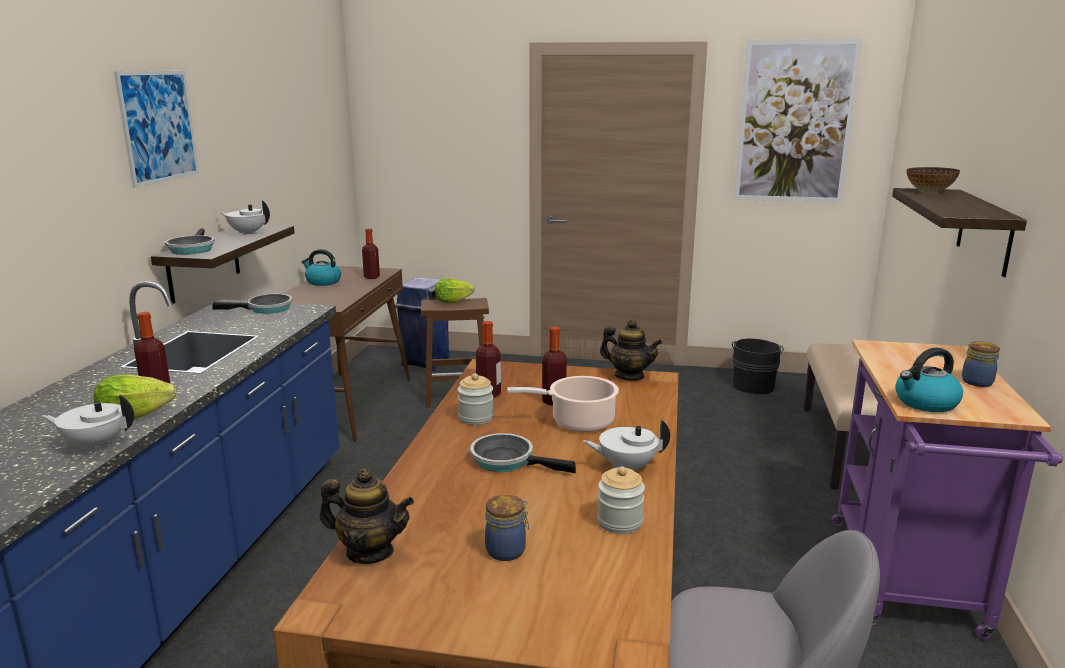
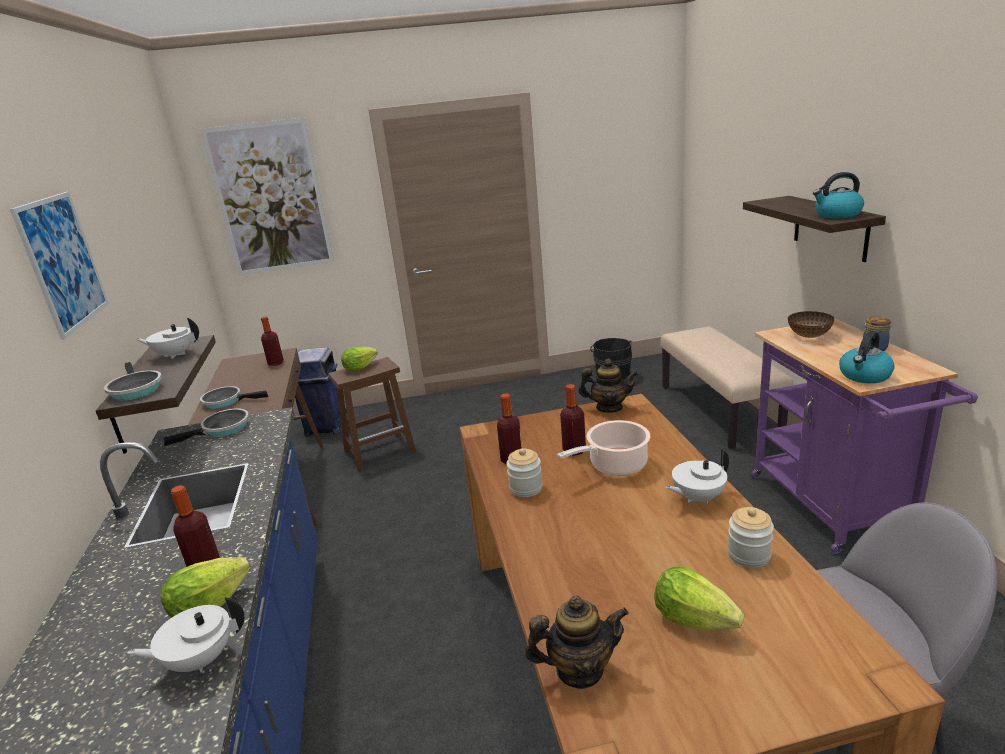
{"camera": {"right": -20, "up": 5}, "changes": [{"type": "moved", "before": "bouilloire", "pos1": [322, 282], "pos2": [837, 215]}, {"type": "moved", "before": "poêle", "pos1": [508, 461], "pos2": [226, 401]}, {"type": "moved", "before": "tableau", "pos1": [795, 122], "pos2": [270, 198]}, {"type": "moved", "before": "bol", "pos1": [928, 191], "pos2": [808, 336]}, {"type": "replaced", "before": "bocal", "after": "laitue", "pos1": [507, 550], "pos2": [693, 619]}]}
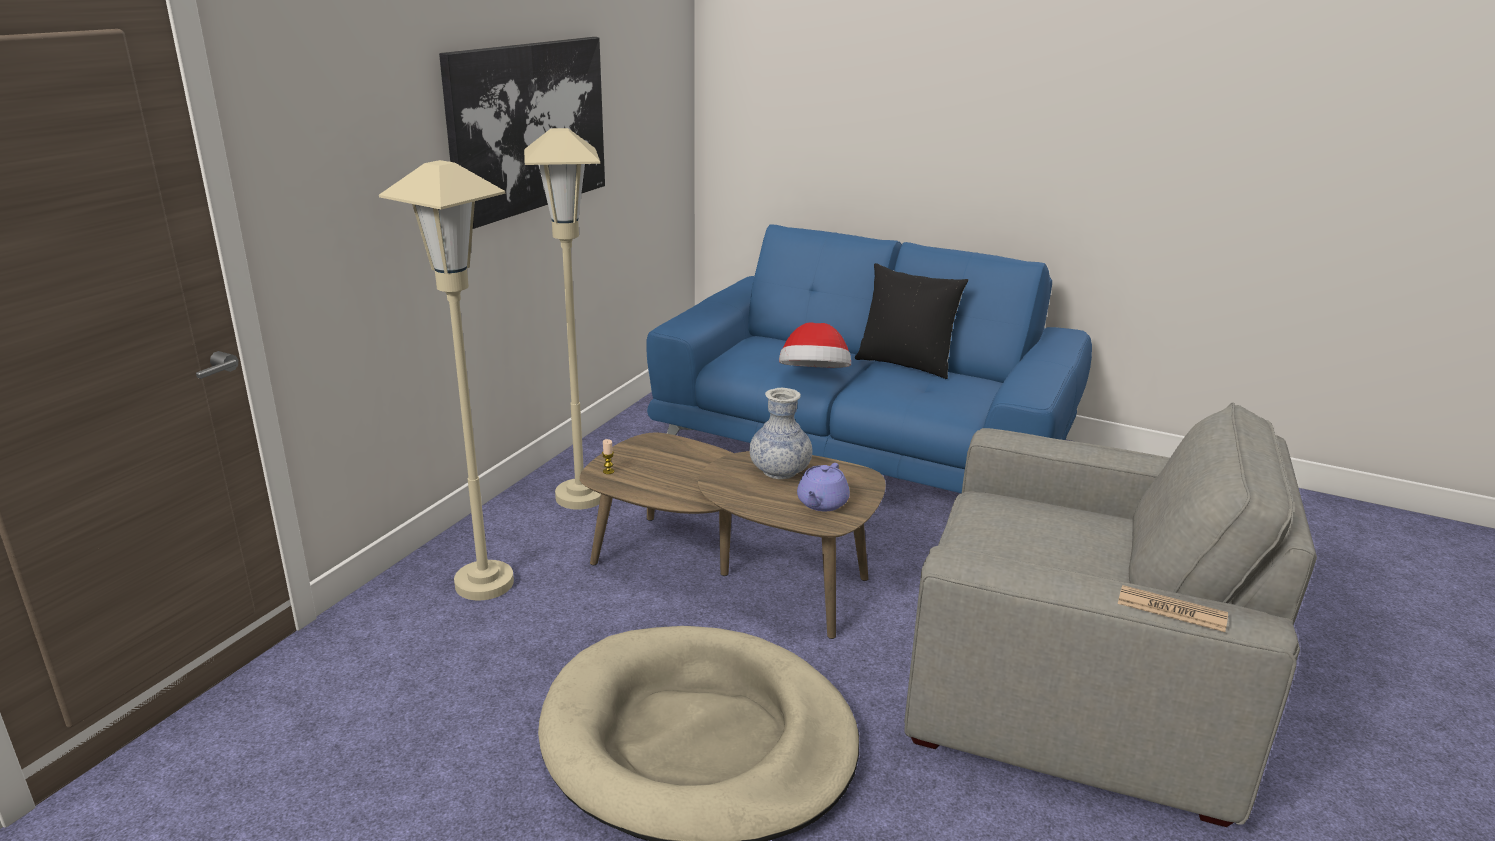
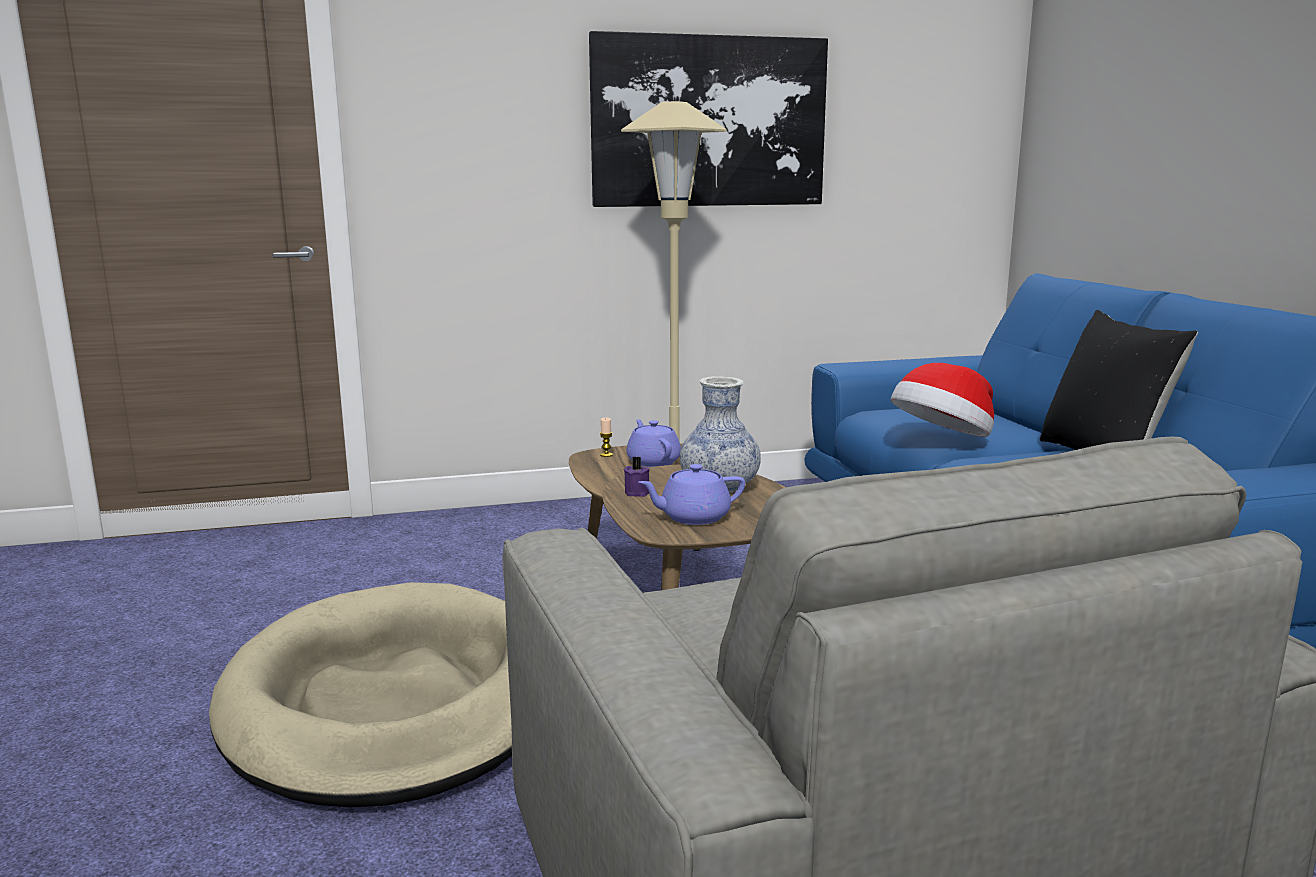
{"camera": {"right": 50, "up": -10}, "changes": [{"type": "removed", "before": "lampadaire [beige]", "pos1": [484, 583]}, {"type": "removed", "before": "journal", "pos1": [1171, 610]}, {"type": "added", "after": "bougie [violet]", "pos2": [638, 492]}, {"type": "added", "after": "théière [violet]", "pos2": [653, 462]}]}
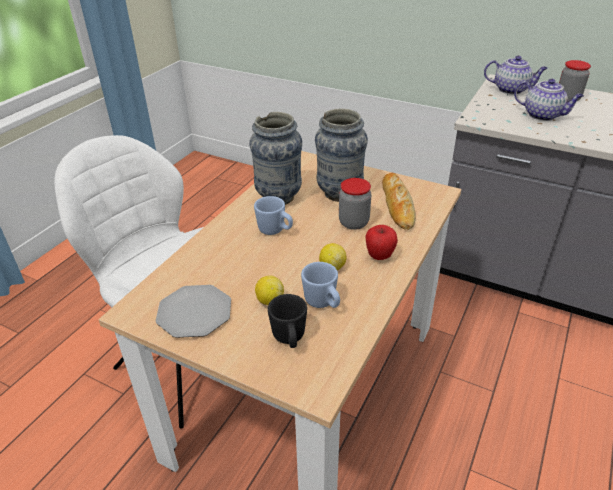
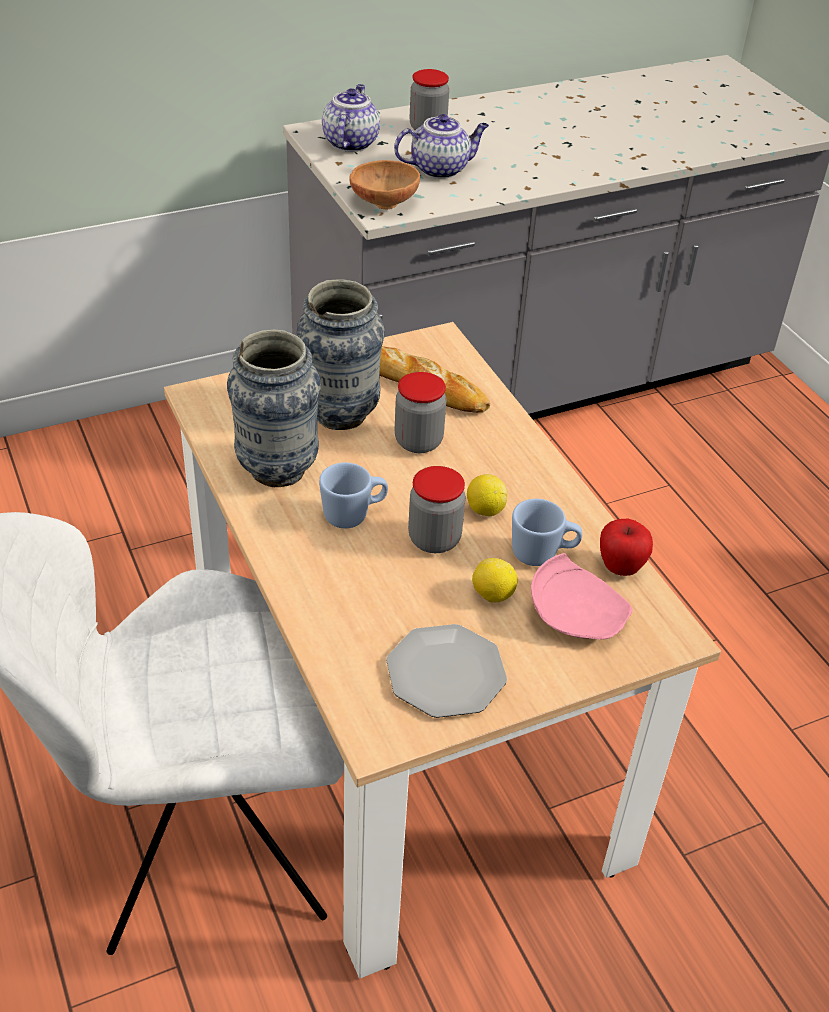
{"camera": {"right": -55, "up": 5}, "changes": [{"type": "added", "after": "bol [marron]", "pos2": [383, 202]}, {"type": "added", "after": "bocal", "pos2": [434, 539]}, {"type": "moved", "before": "pomme", "pos1": [379, 256], "pos2": [620, 567]}, {"type": "replaced", "before": "mug [noir]", "after": "assiette [rose]", "pos1": [289, 339], "pos2": [576, 614]}, {"type": "turned", "before": "théière", "pos1": [511, 90], "pos2": [350, 142], "turn": -45}]}
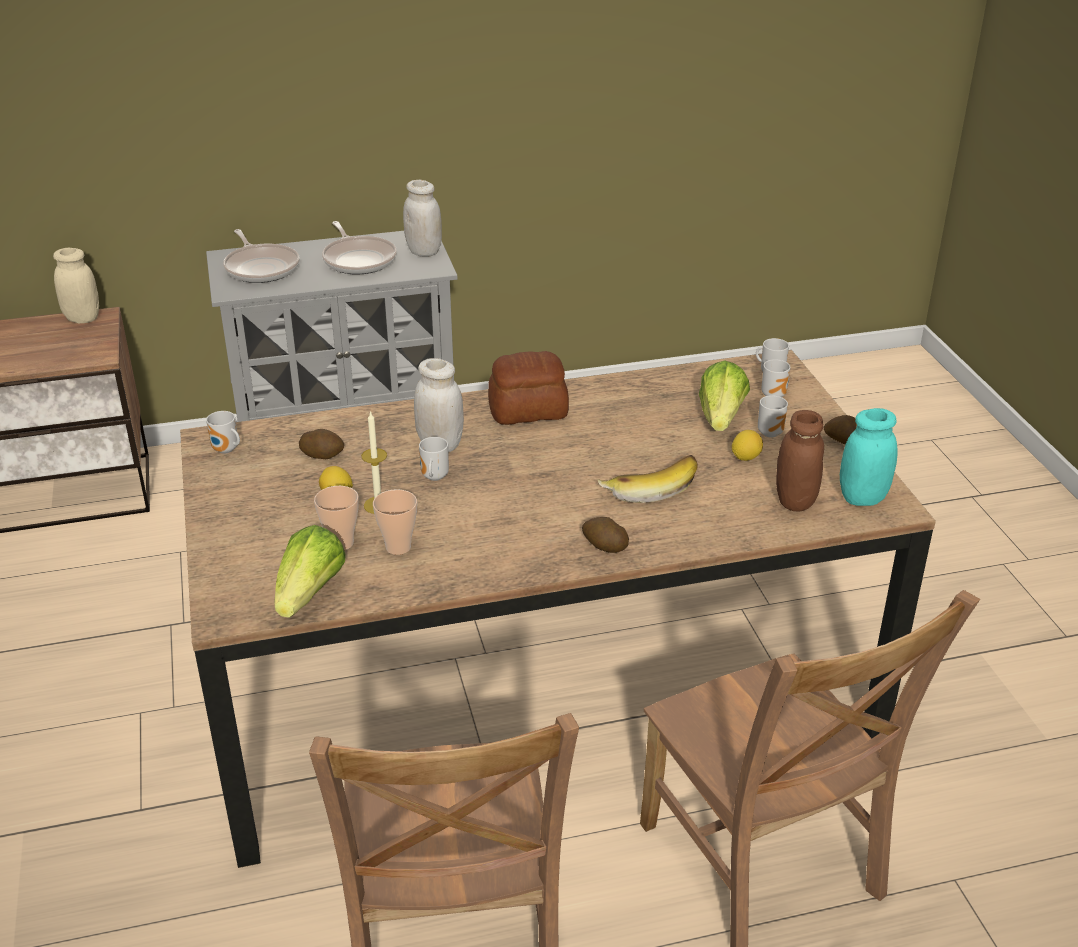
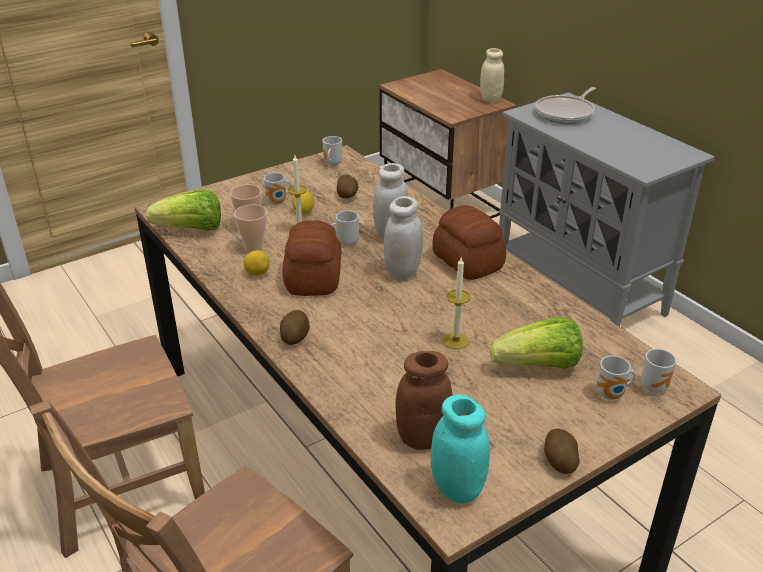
{"camera": {"right": 70, "up": 0}, "changes": [{"type": "removed", "before": "poêle", "pos1": [359, 259]}, {"type": "removed", "before": "banane", "pos1": [649, 487]}, {"type": "added", "after": "pain", "pos2": [312, 278]}, {"type": "added", "after": "bougie", "pos2": [455, 340]}, {"type": "moved", "before": "bocal [blanc]", "pos1": [424, 252], "pos2": [403, 272]}, {"type": "moved", "before": "citron", "pos1": [745, 457], "pos2": [257, 273]}, {"type": "moved", "before": "mug", "pos1": [771, 432], "pos2": [278, 202]}]}
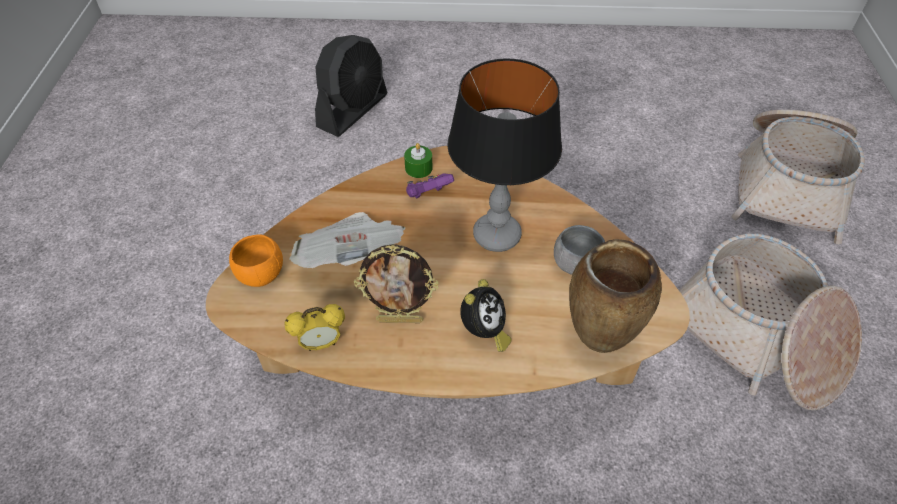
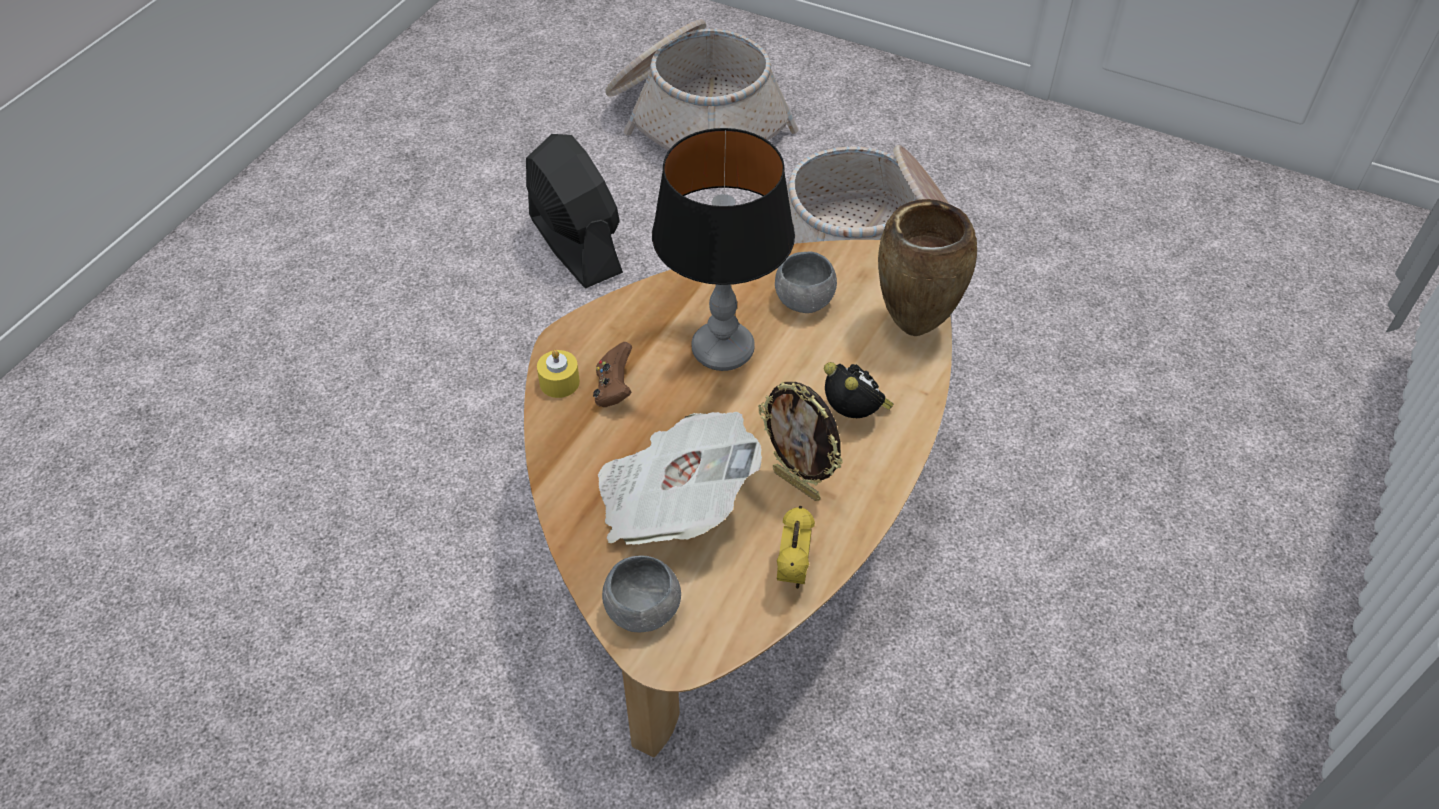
{"camera": {"right": -65, "up": 0}, "changes": [{"type": "moved", "before": "ventilateur [noir]", "pos1": [353, 110], "pos2": [575, 244]}, {"type": "recoloured", "before": "bol [orange]", "after": "bol [gris]", "pos1": [261, 274], "pos2": [642, 610]}, {"type": "recoloured", "before": "bougie [vert]", "after": "bougie [jaune]", "pos1": [418, 168], "pos2": [559, 382]}, {"type": "recoloured", "before": "manette [violet]", "after": "manette [marron]", "pos1": [428, 195], "pos2": [614, 389]}, {"type": "turned", "before": "cadre photo", "pos1": [400, 320], "pos2": [798, 484], "turn": 105}]}
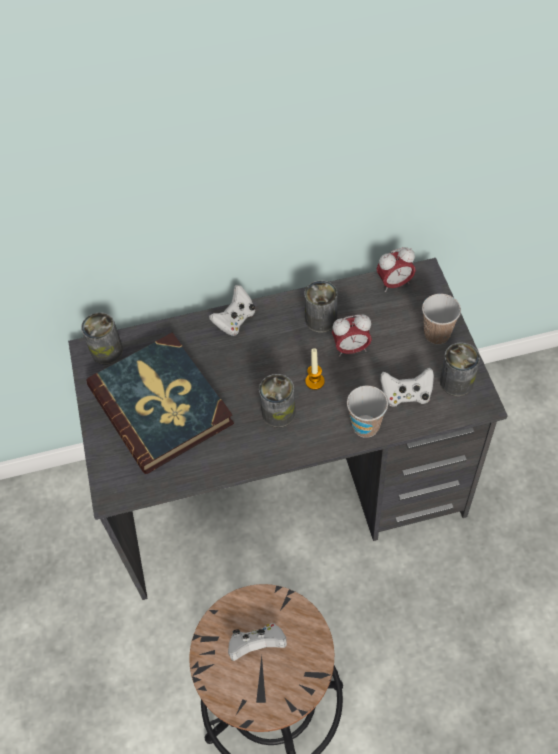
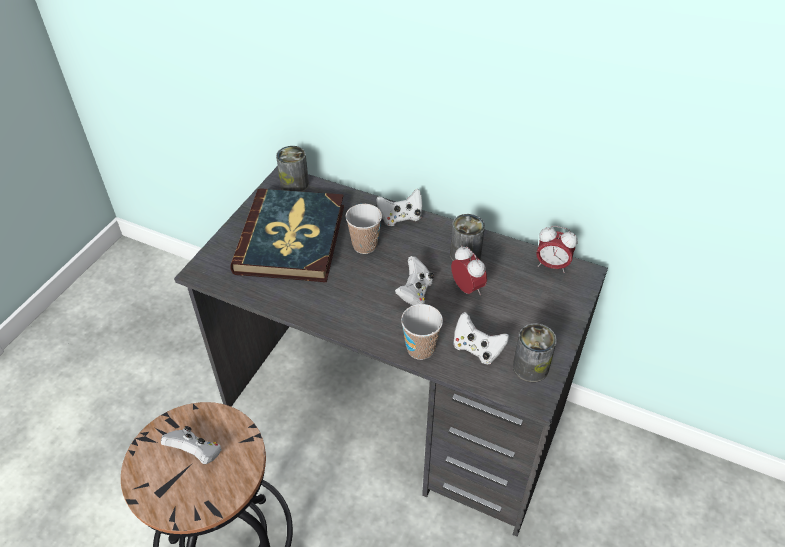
{"camera": {"right": 35, "up": -10}, "changes": [{"type": "removed", "before": "boîte métallique", "pos1": [278, 412]}, {"type": "moved", "before": "tasse", "pos1": [437, 334], "pos2": [364, 245]}, {"type": "replaced", "before": "bougie", "after": "manette [blanc]", "pos1": [314, 381], "pos2": [415, 293]}, {"type": "turned", "before": "réveil", "pos1": [351, 349], "pos2": [467, 288], "turn": -150}]}
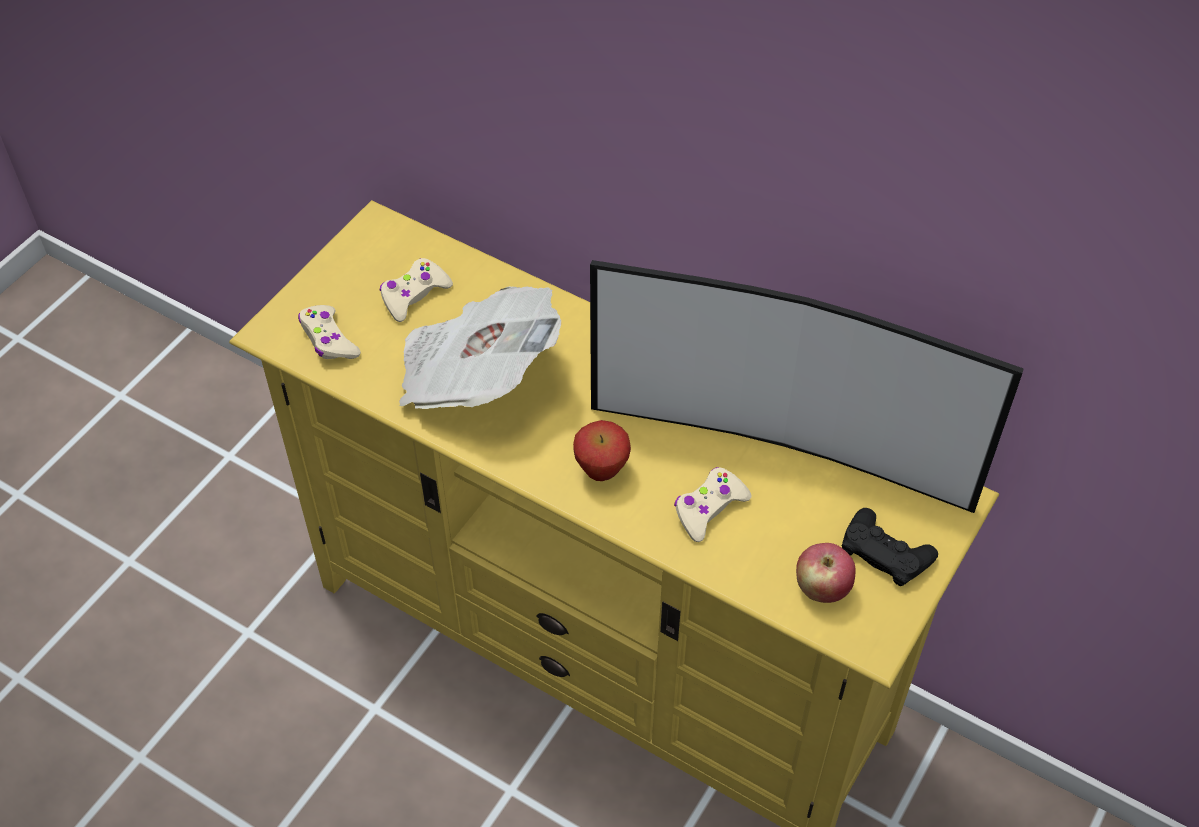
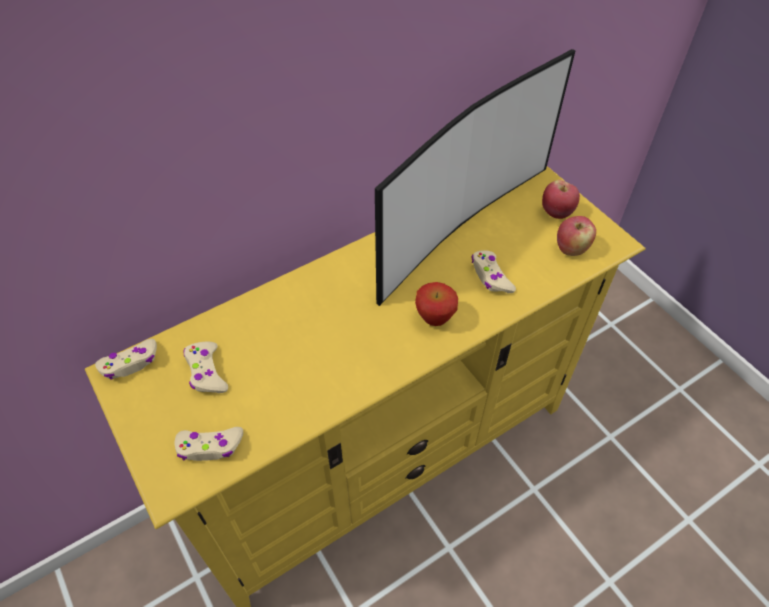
{"camera": {"right": -65, "up": 0}, "changes": [{"type": "removed", "before": "journal", "pos1": [476, 376]}, {"type": "added", "after": "manette [beige]", "pos2": [130, 363]}, {"type": "replaced", "before": "manette [noir]", "after": "pomme", "pos1": [885, 552], "pos2": [557, 213]}]}
